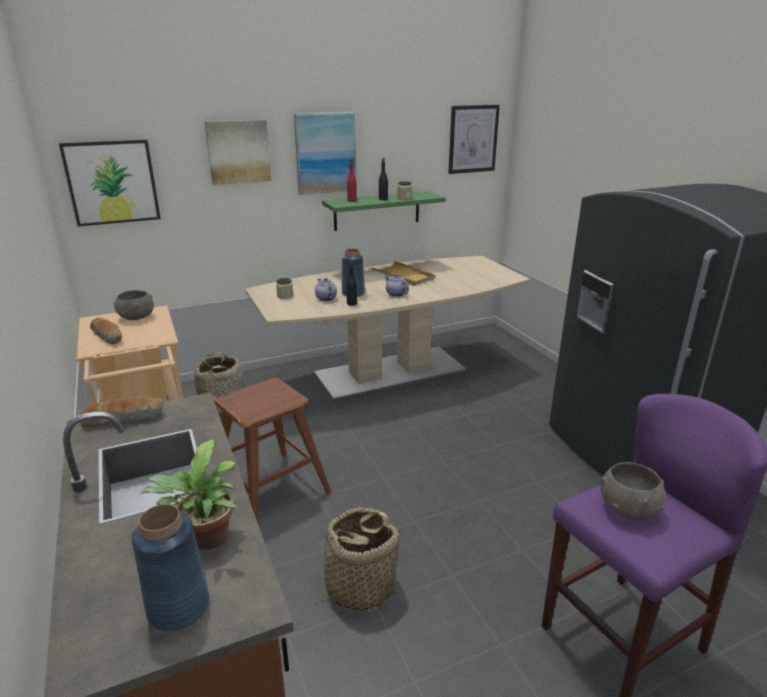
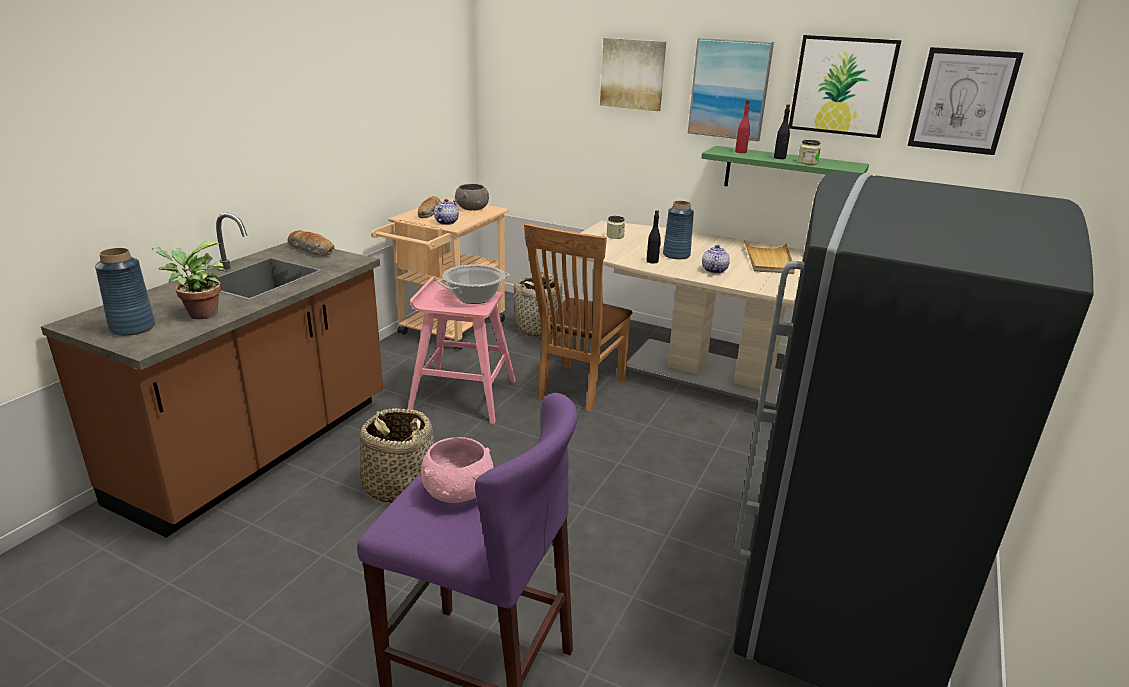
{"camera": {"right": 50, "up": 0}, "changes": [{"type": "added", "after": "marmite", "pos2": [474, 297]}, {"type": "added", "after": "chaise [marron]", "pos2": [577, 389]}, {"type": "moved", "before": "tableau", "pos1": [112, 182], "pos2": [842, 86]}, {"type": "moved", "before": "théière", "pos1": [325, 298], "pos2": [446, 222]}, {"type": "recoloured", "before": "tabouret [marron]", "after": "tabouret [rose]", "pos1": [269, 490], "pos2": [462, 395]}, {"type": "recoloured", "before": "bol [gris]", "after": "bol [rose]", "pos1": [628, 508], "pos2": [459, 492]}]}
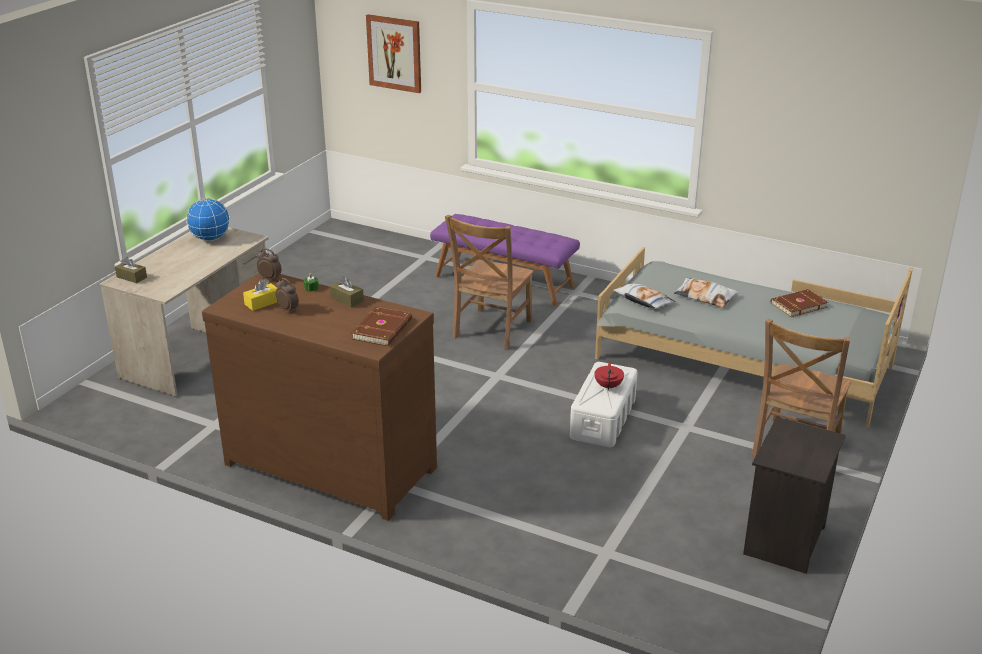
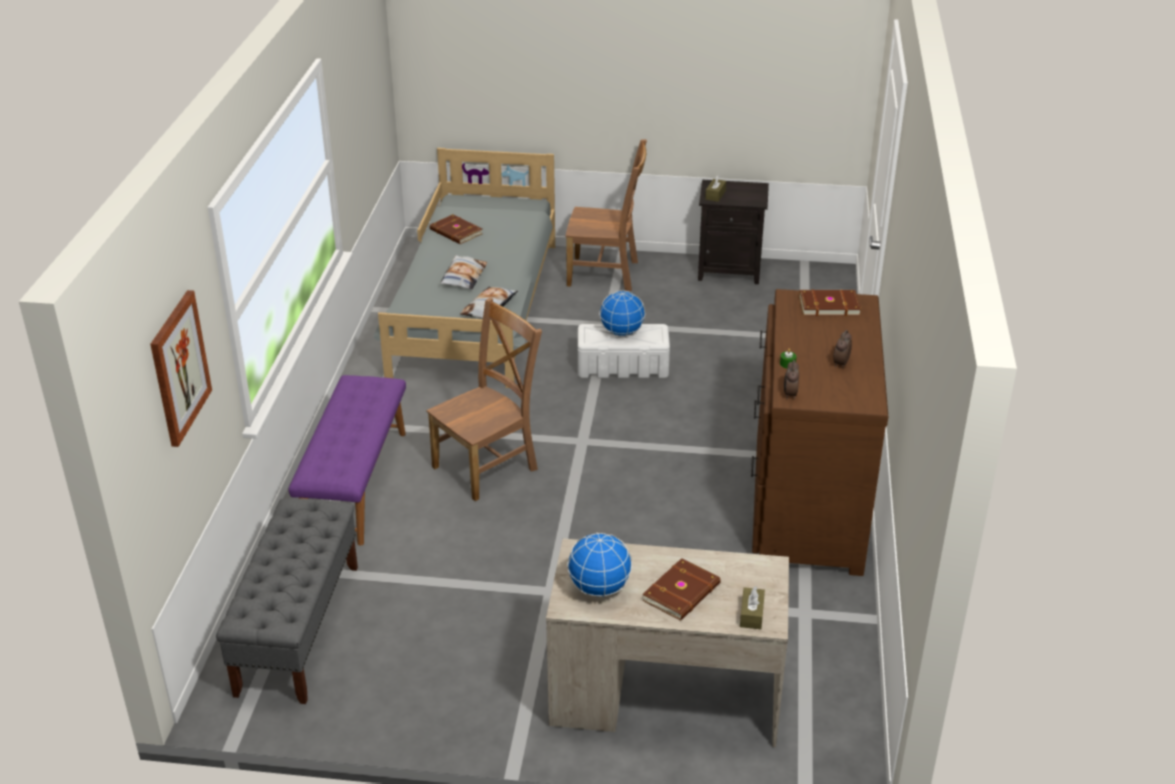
{"camera": {"right": -110, "up": 5}, "changes": [{"type": "removed", "before": "boîte à mouchoirs [jaune]", "pos1": [262, 303]}, {"type": "added", "after": "banc [gris]", "pos2": [298, 628]}, {"type": "added", "after": "livre [marron]", "pos2": [682, 592]}, {"type": "moved", "before": "boîte à mouchoirs [marron]", "pos1": [347, 299], "pos2": [715, 195]}, {"type": "replaced", "before": "théière [rouge]", "after": "globe", "pos1": [608, 386], "pos2": [621, 332]}, {"type": "turned", "before": "chaise [marron]", "pos1": [490, 330], "pos2": [488, 466], "turn": -45}]}
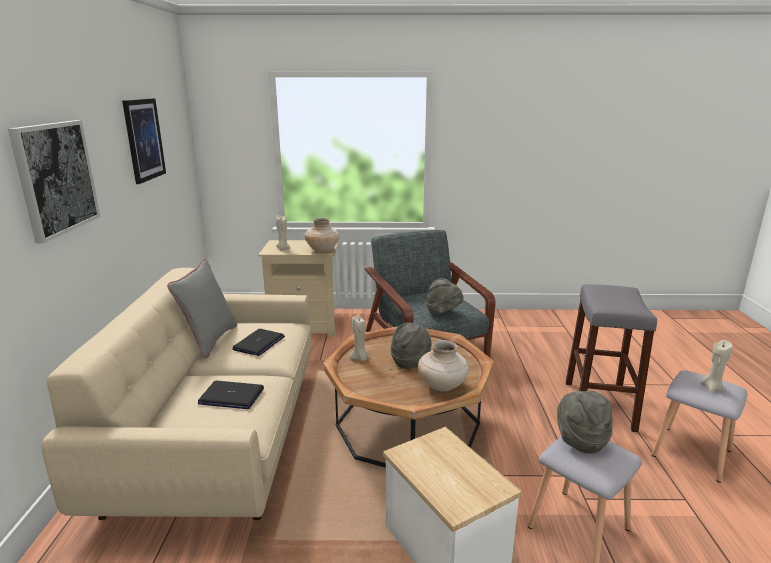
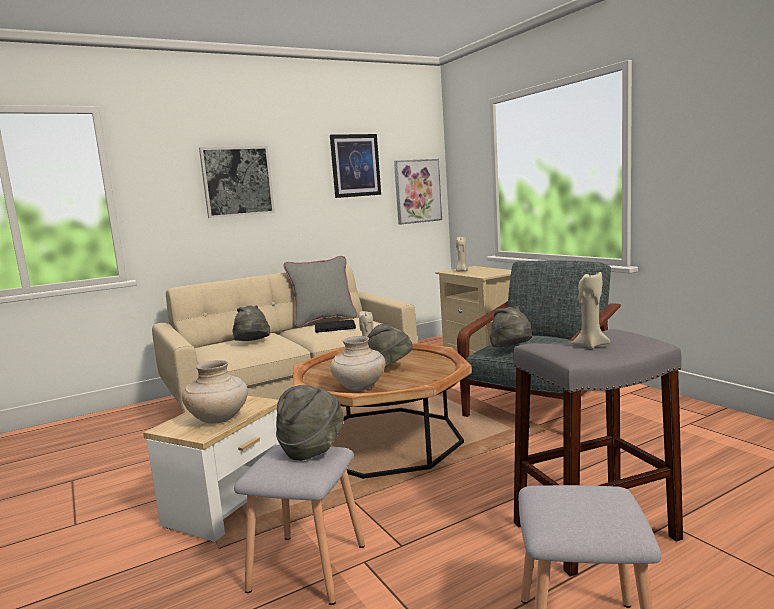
{"camera": {"right": 60, "up": -10}, "changes": [{"type": "added", "after": "tableau", "pos2": [417, 191]}, {"type": "moved", "before": "vase [beige]", "pos1": [323, 250], "pos2": [219, 419]}, {"type": "moved", "before": "bougie [beige]", "pos1": [711, 387], "pos2": [590, 345]}, {"type": "replaced", "before": "ordinateur portable", "after": "chapeau [gris]", "pos1": [231, 396], "pos2": [252, 343]}]}
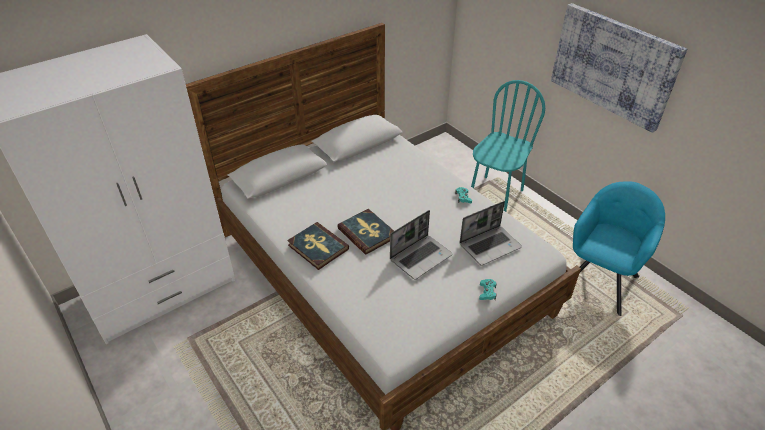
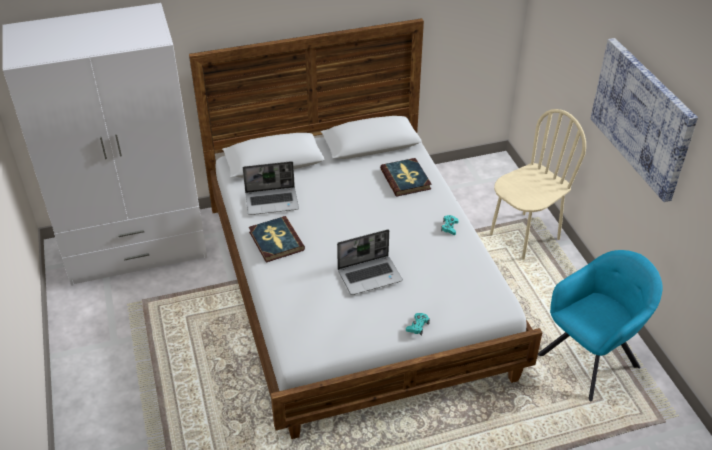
{"camera": {"right": 20, "up": 0}, "changes": [{"type": "moved", "before": "livre", "pos1": [367, 233], "pos2": [406, 179]}, {"type": "moved", "before": "ordinateur portable", "pos1": [490, 245], "pos2": [272, 201]}, {"type": "recoloured", "before": "chaise [turquoise]", "after": "chaise [beige]", "pos1": [495, 194], "pos2": [524, 236]}]}
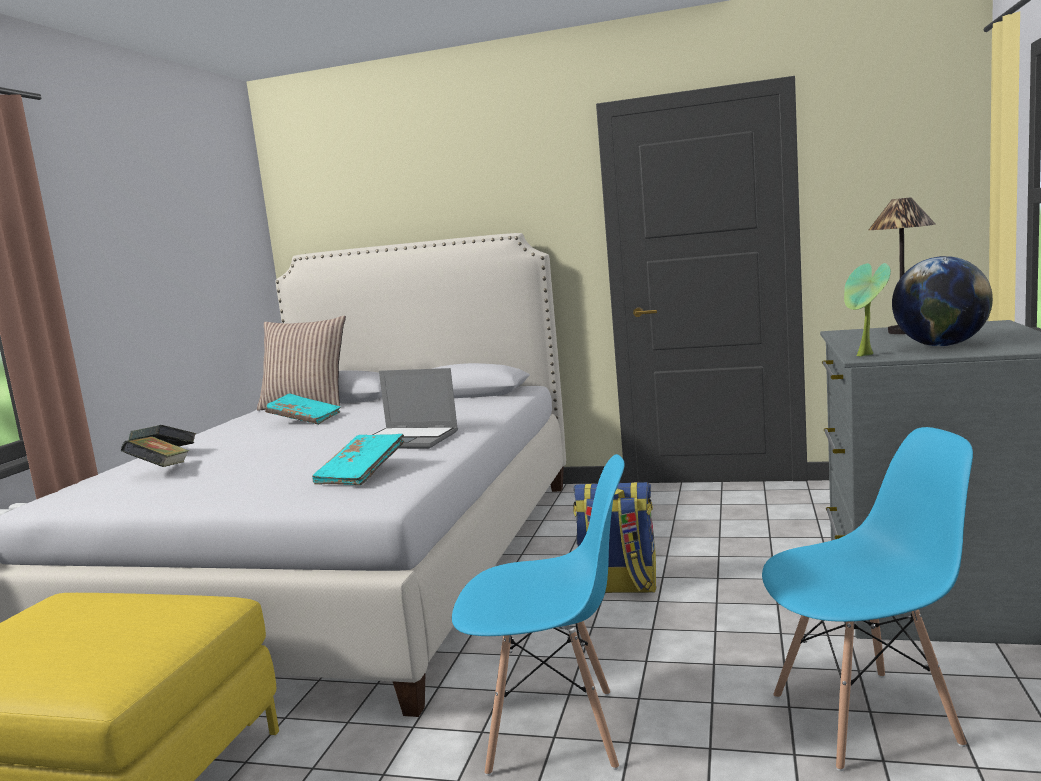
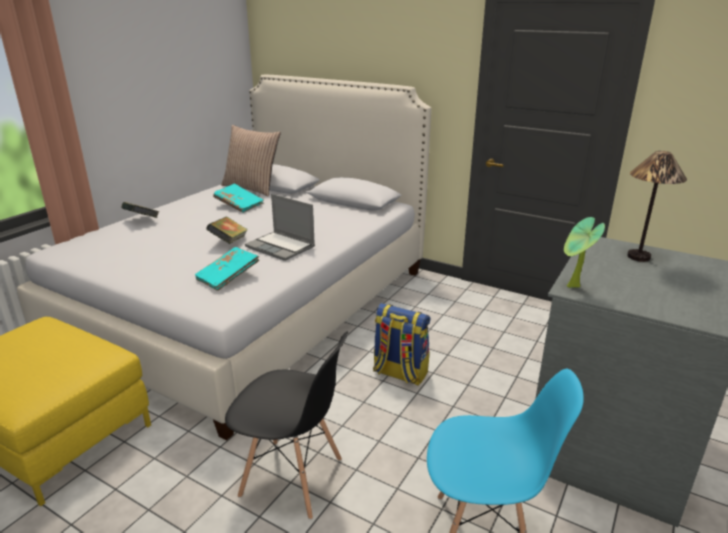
{"camera": {"right": 15, "up": 15}, "changes": [{"type": "removed", "before": "globe", "pos1": [940, 345]}, {"type": "moved", "before": "livre", "pos1": [160, 471], "pos2": [229, 241]}, {"type": "recoloured", "before": "chaise [bleu]", "after": "chaise [noir]", "pos1": [554, 732], "pos2": [292, 478]}]}
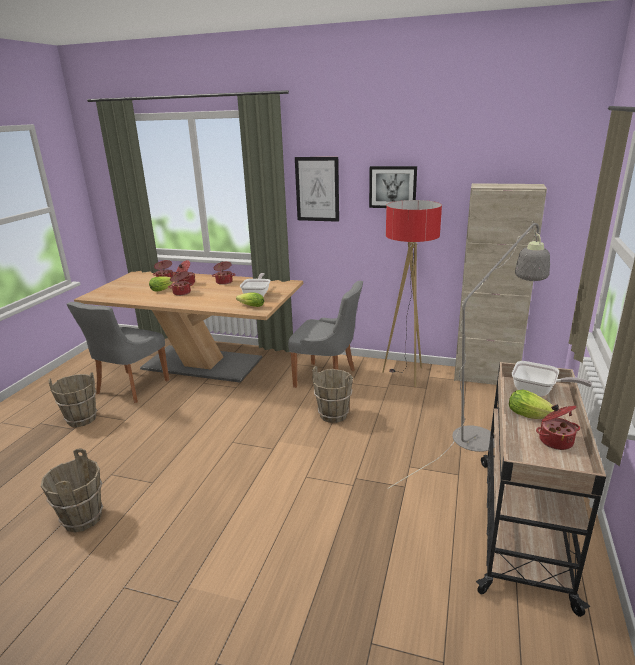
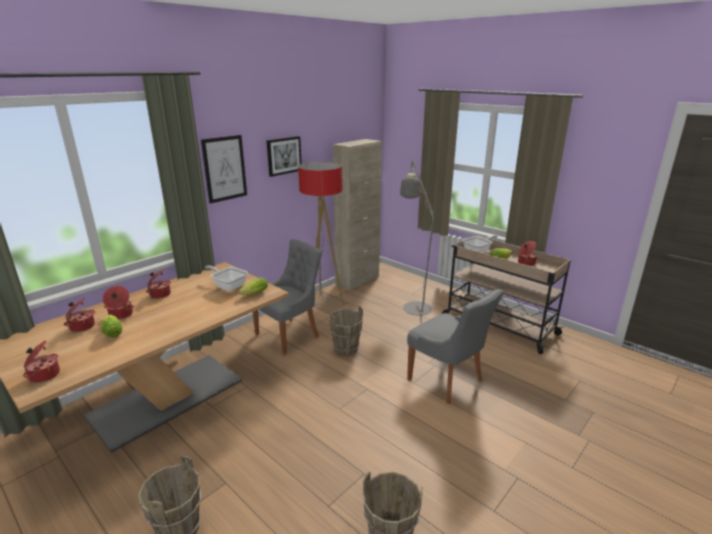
{"camera": {"right": -65, "up": 0}, "changes": [{"type": "moved", "before": "chaise [gris]", "pos1": [130, 388], "pos2": [447, 381]}, {"type": "moved", "before": "marmite", "pos1": [182, 292], "pos2": [44, 375]}]}
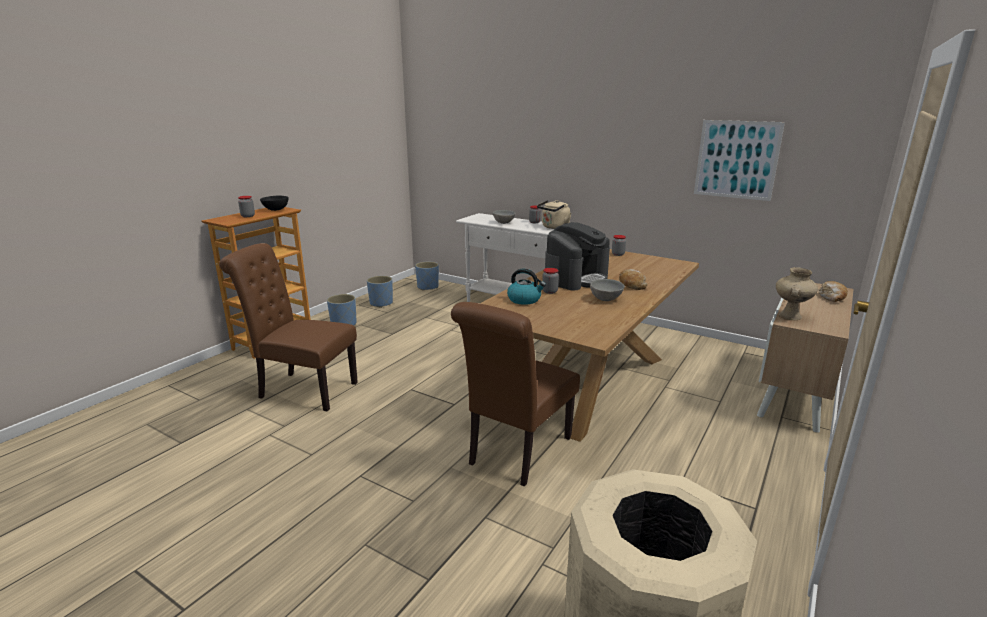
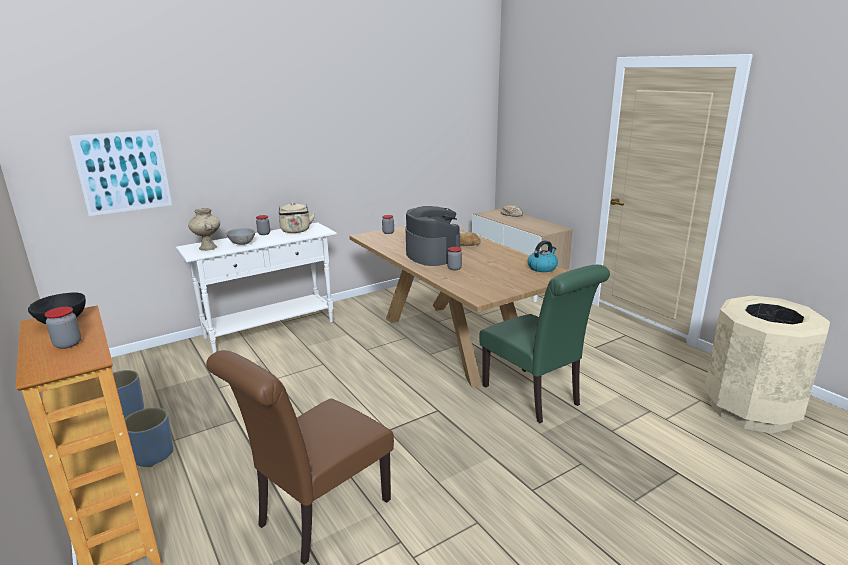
{"camera": {"right": -65, "up": 0}, "changes": [{"type": "removed", "before": "cache-pot [bleu]", "pos1": [428, 287]}, {"type": "removed", "before": "bol [gris]", "pos1": [606, 299]}, {"type": "moved", "before": "bouilloire", "pos1": [525, 300], "pos2": [542, 268]}, {"type": "moved", "before": "tableau", "pos1": [736, 160], "pos2": [123, 172]}, {"type": "moved", "before": "vase [beige]", "pos1": [790, 316], "pos2": [208, 248]}, {"type": "recoloured", "before": "chaise [marron]", "after": "chaise [vert]", "pos1": [516, 453], "pos2": [535, 397]}]}
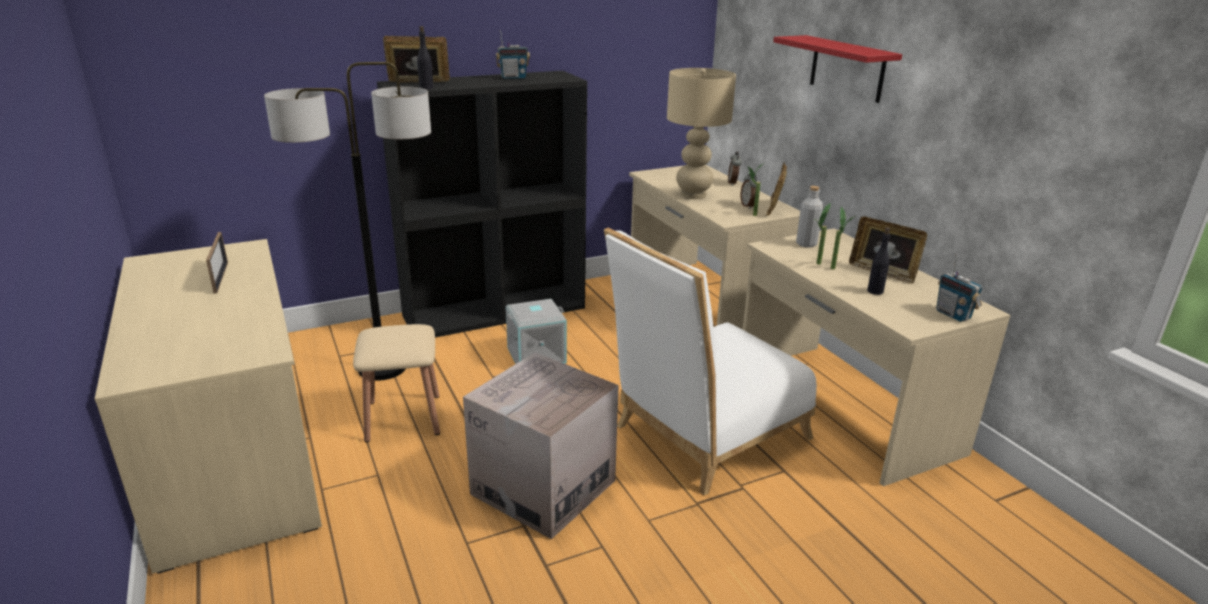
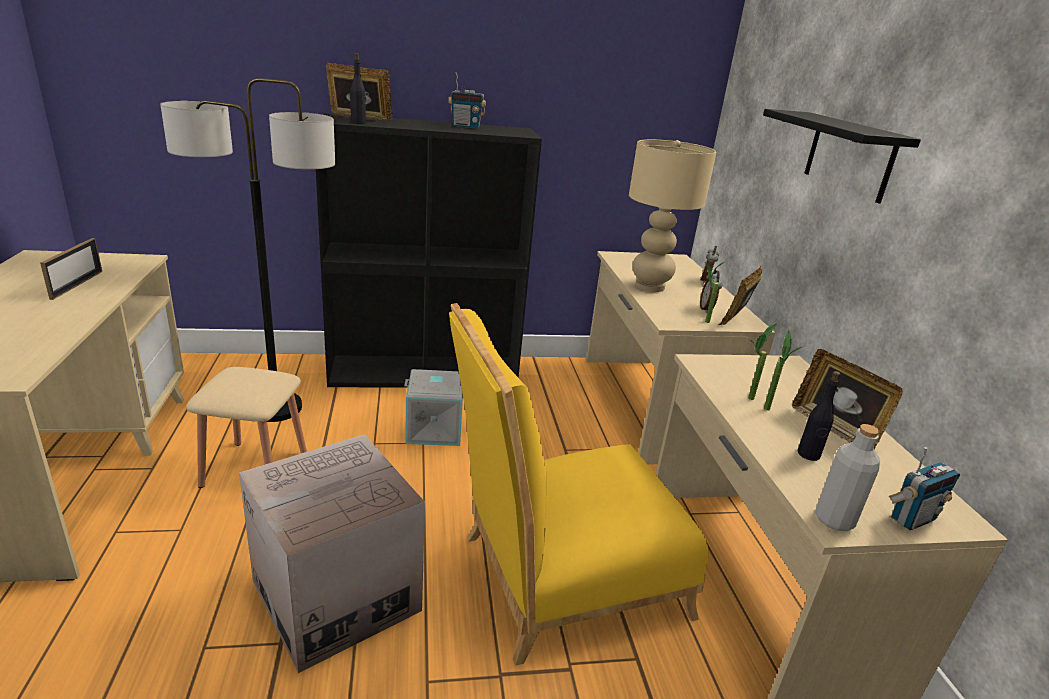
{"camera": {"right": 15, "up": 0}, "changes": [{"type": "moved", "before": "bouteille [gris]", "pos1": [806, 244], "pos2": [834, 520]}, {"type": "recoloured", "before": "chaise [blanc]", "after": "chaise [jaune]", "pos1": [704, 436], "pos2": [560, 579]}, {"type": "recoloured", "before": "étagère [rouge]", "after": "étagère [noir]", "pos1": [847, 68], "pos2": [849, 156]}, {"type": "turned", "before": "radio", "pos1": [953, 315], "pos2": [911, 518], "turn": -105}]}
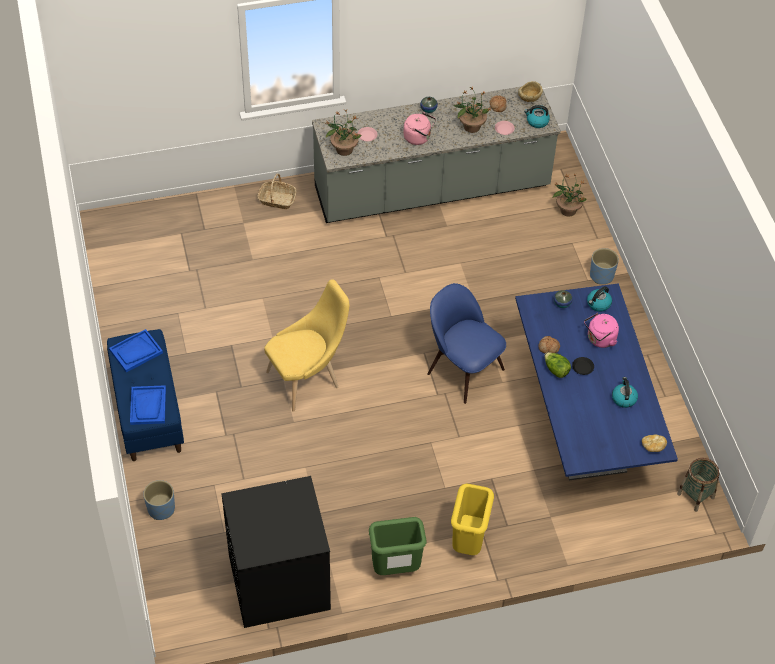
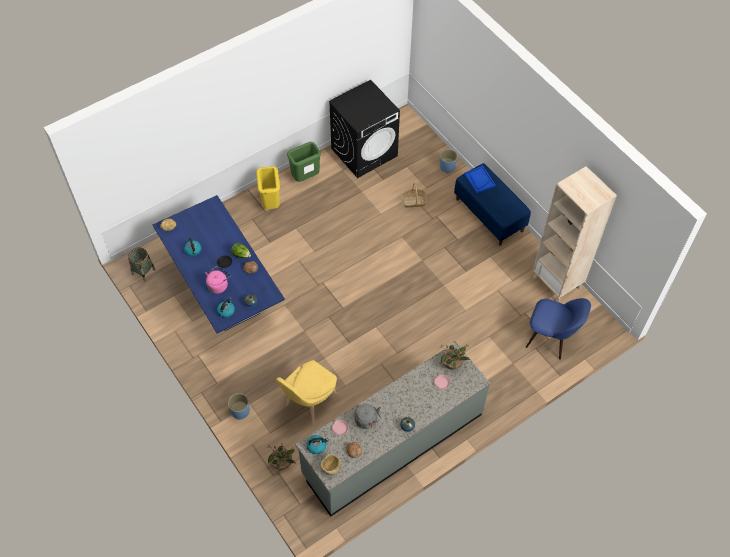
{"camera": {"right": 160, "up": 5}, "changes": [{"type": "removed", "before": "plateau [bleu]", "pos1": [136, 352]}, {"type": "removed", "before": "bouilloire [rose]", "pos1": [419, 138]}, {"type": "added", "after": "bibliothèque [beige]", "pos2": [557, 282]}, {"type": "moved", "before": "panier", "pos1": [277, 200], "pos2": [414, 201]}, {"type": "moved", "before": "chaise [jaune]", "pos1": [307, 379], "pos2": [309, 403]}, {"type": "moved", "before": "chaise [bleu]", "pos1": [463, 369], "pos2": [551, 337]}, {"type": "replaced", "before": "plante en pot", "after": "bouilloire [gris]", "pos1": [471, 126], "pos2": [367, 421]}]}
